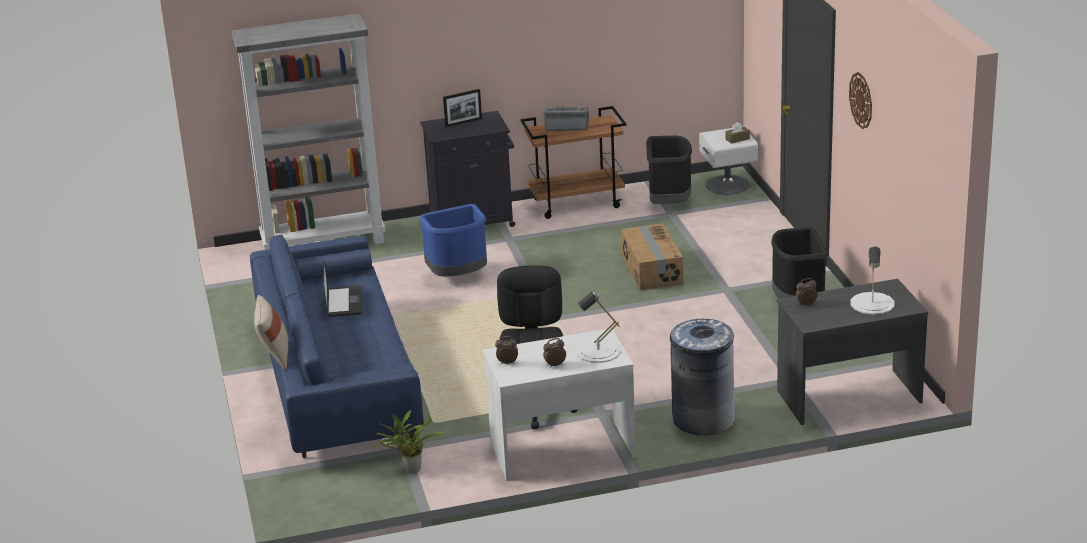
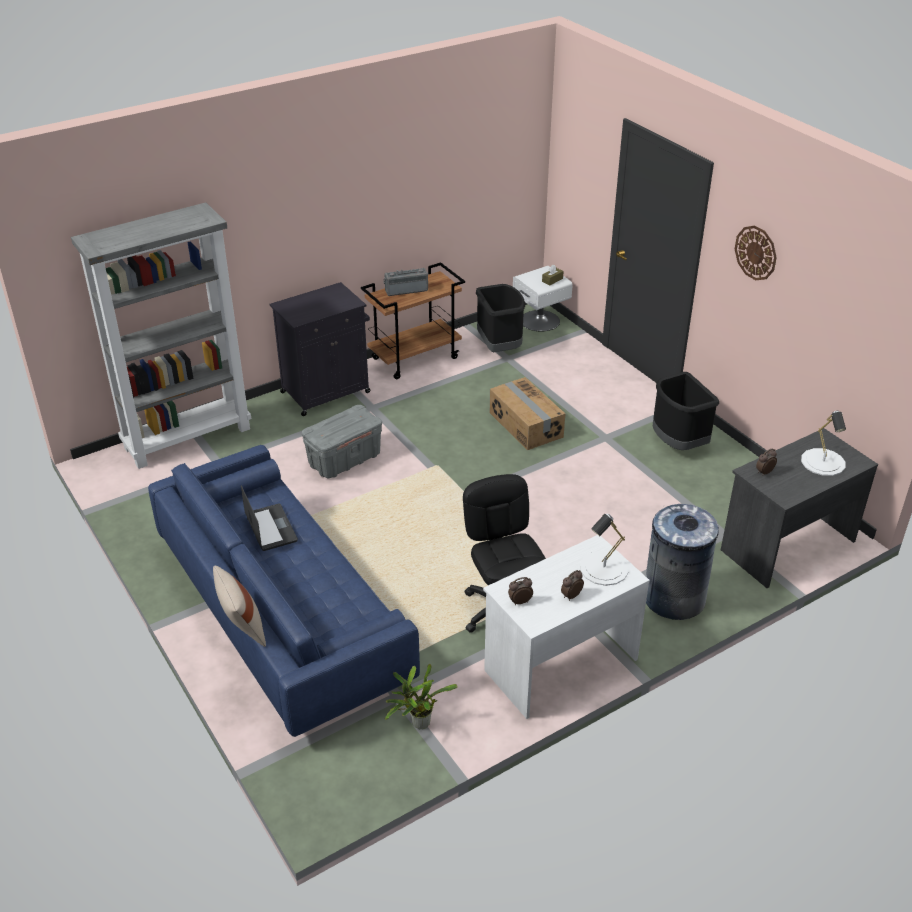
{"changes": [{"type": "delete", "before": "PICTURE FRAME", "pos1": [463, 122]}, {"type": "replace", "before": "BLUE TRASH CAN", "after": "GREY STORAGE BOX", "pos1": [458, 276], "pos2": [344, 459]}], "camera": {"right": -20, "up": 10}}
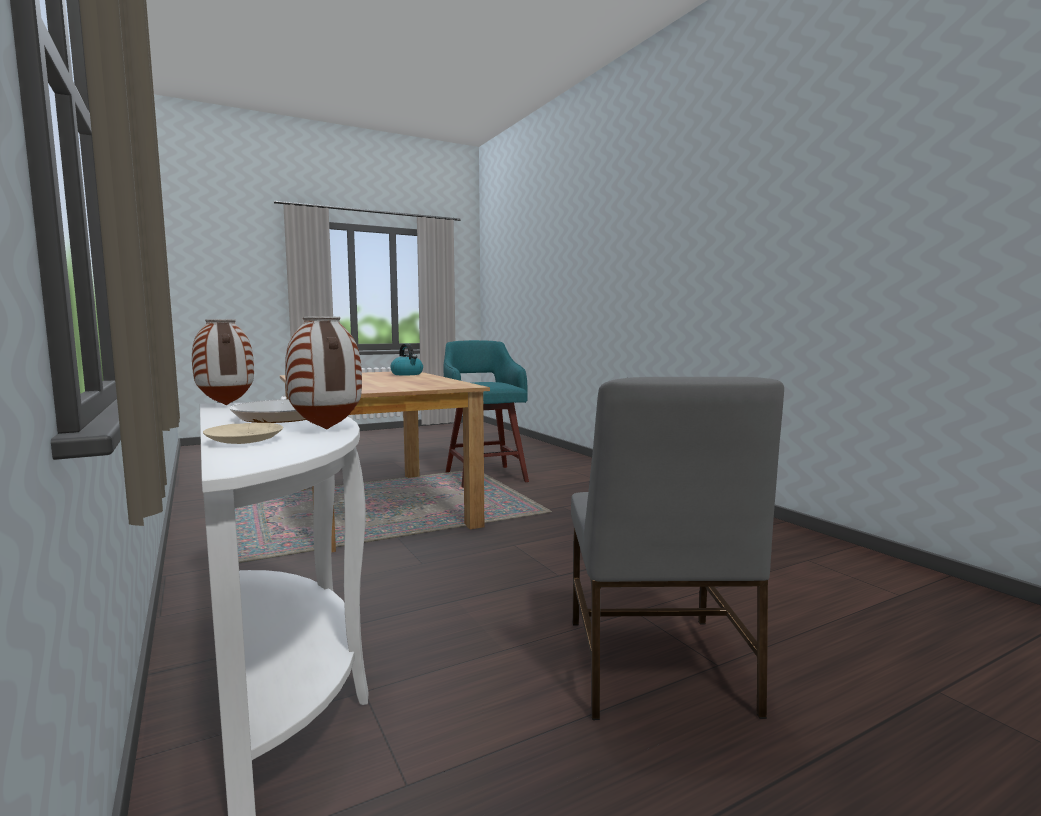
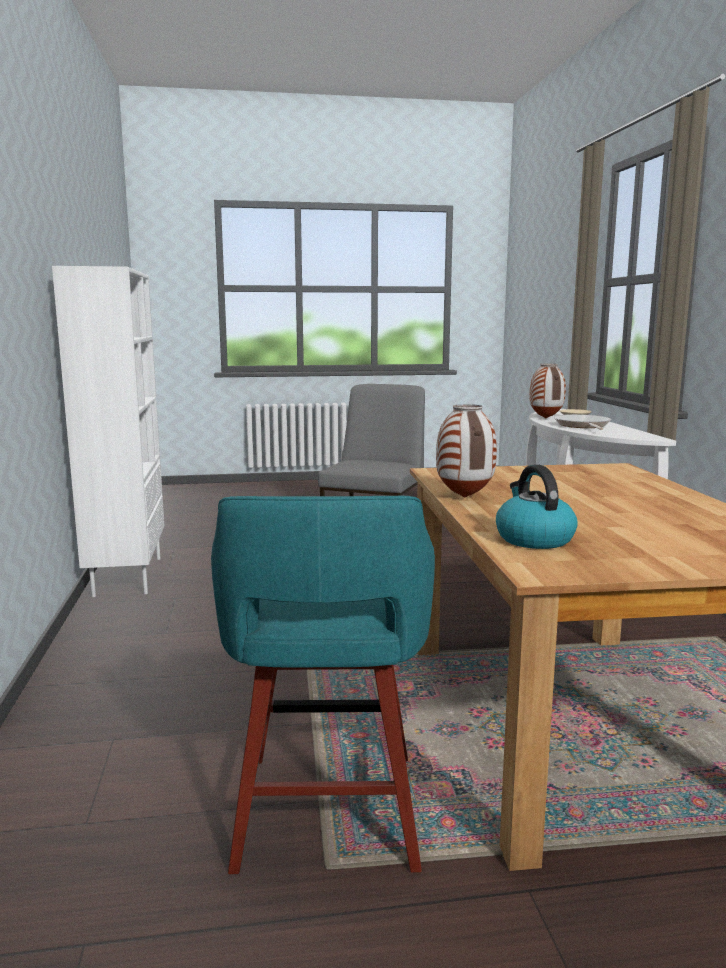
{"changes": [{"type": "move", "before": "VASE", "pos1": [225, 405], "pos2": [465, 497]}, {"type": "insert", "after": "WHITE BOOKCASE", "pos2": [126, 576]}], "camera": {"right": -160, "up": 5}}
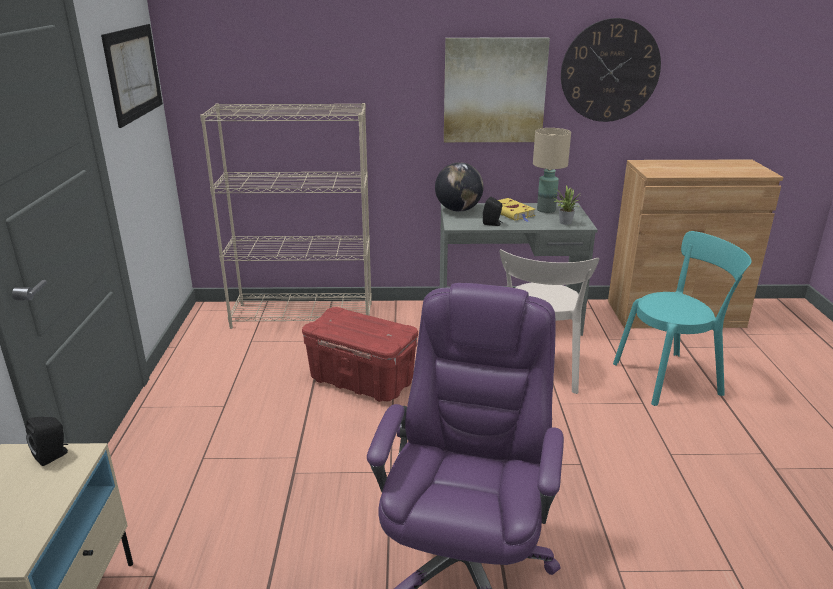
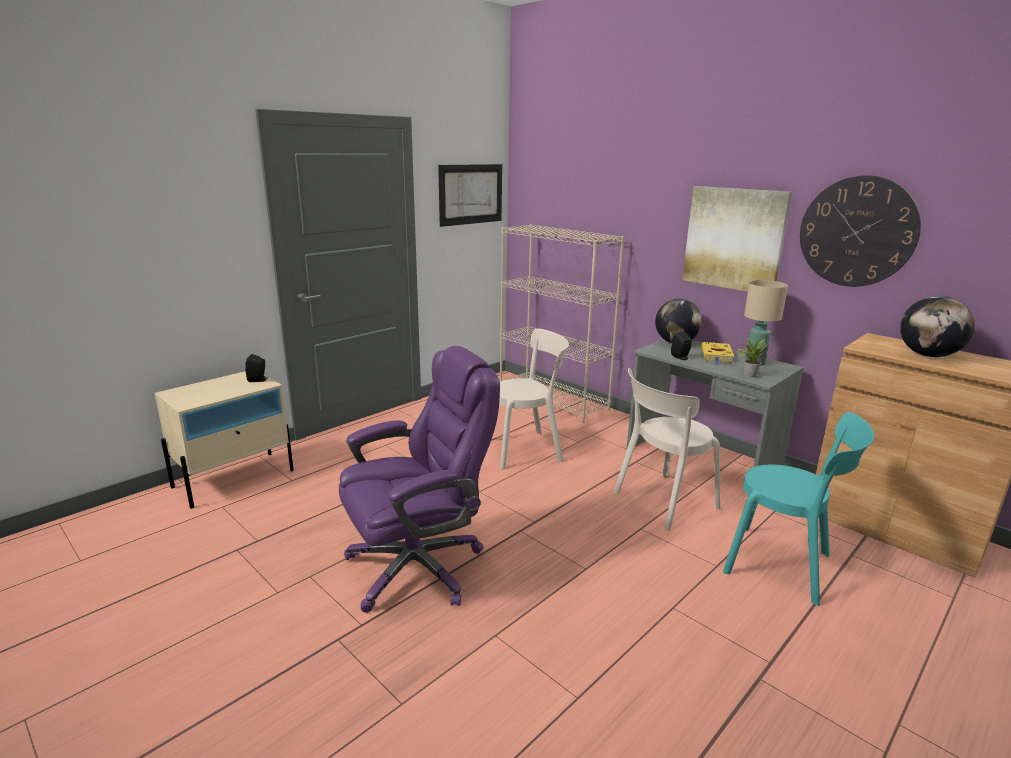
{"changes": [{"type": "replace", "before": "RED STORAGE BOX", "after": "BEIGE CHAIR", "pos1": [362, 381], "pos2": [526, 449]}, {"type": "insert", "after": "GLOBE", "pos2": [928, 355]}], "camera": {"right": 45, "up": -5}}
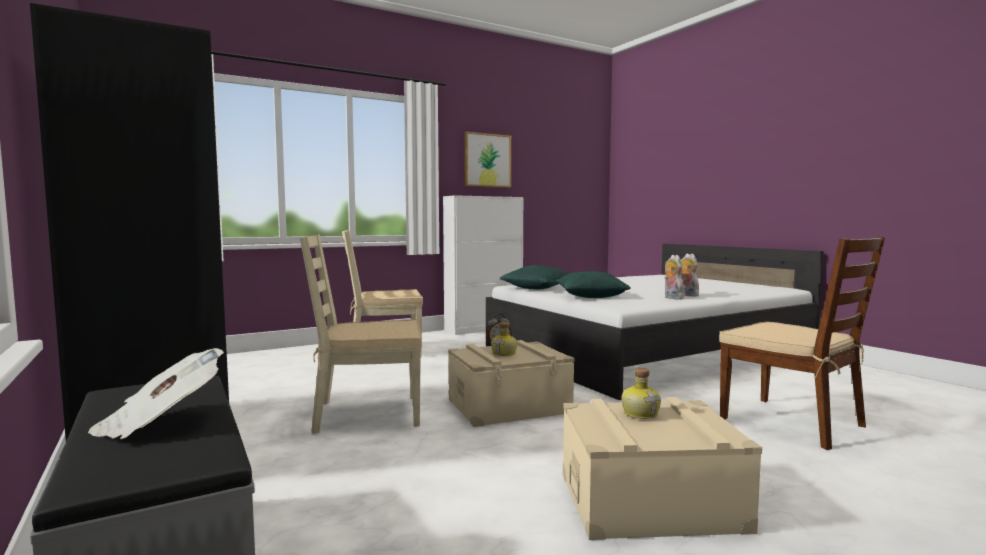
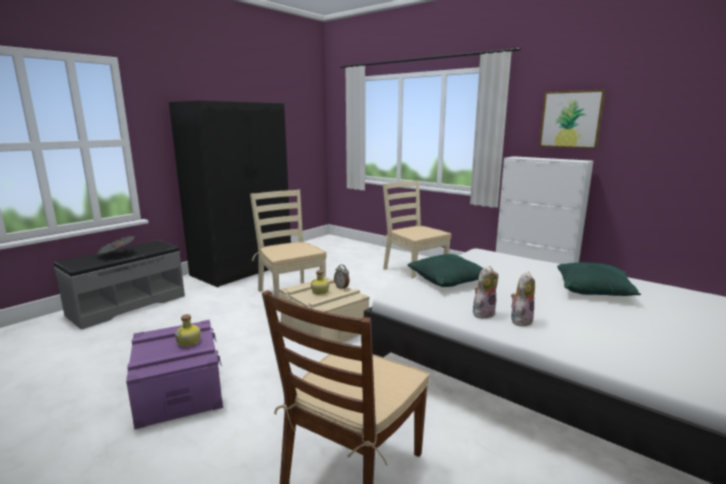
{"changes": [{"type": "move", "before": "GREEN PILLOW", "pos1": [538, 288], "pos2": [593, 290]}, {"type": "recolor", "before": "BEIGE STORAGE BOX", "after": "PURPLE STORAGE BOX", "pos1": [649, 502], "pos2": [179, 390]}], "camera": {"right": 70, "up": 10}}
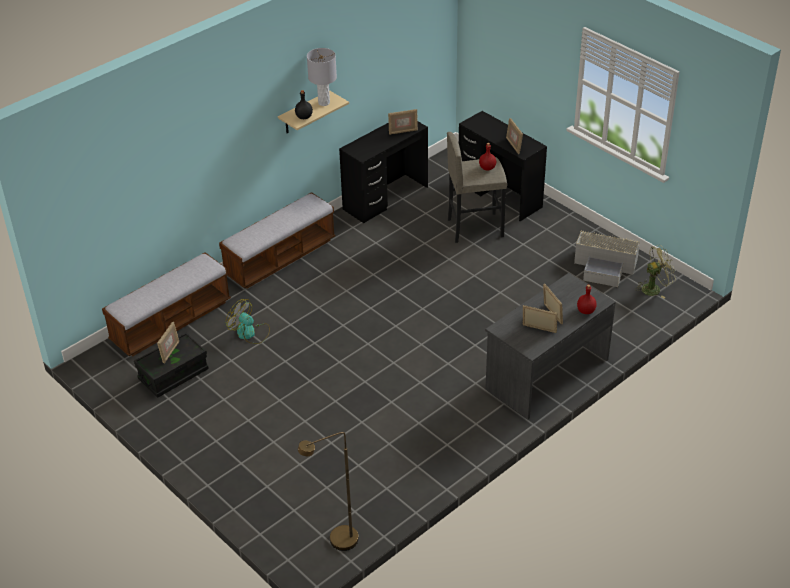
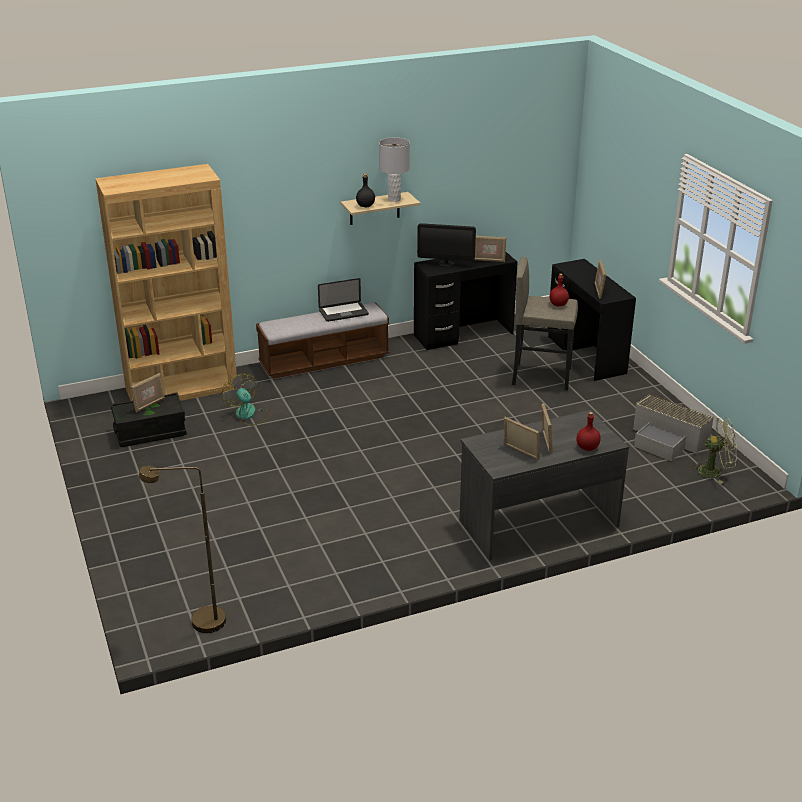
{"changes": [{"type": "replace", "before": "BENCH", "after": "BROWN BOOKCASE", "pos1": [171, 321], "pos2": [182, 389]}, {"type": "insert", "after": "MONITOR", "pos2": [446, 264]}, {"type": "insert", "after": "LAPTOP", "pos2": [343, 312]}], "camera": {"right": 20, "up": -10}}
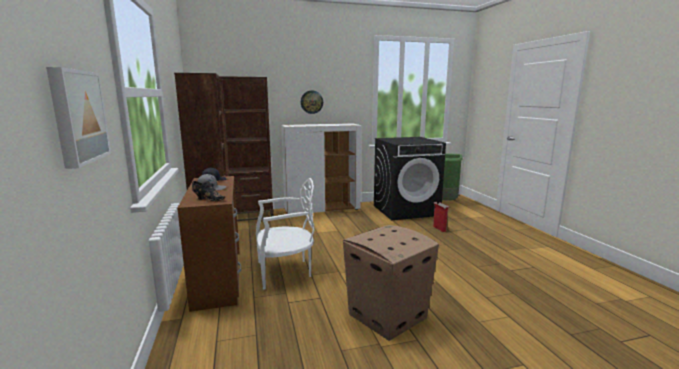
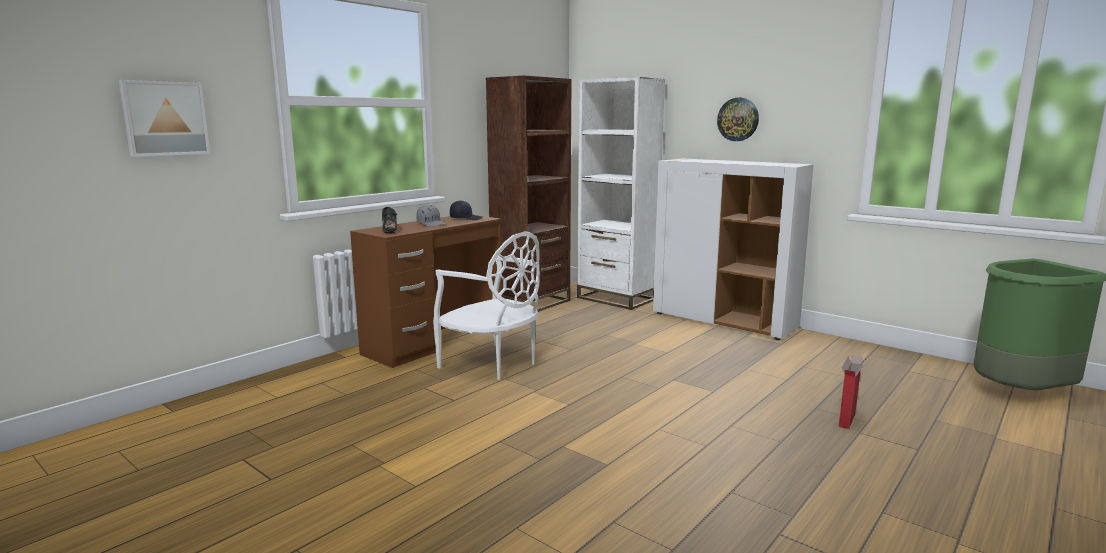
{"changes": [{"type": "recolor", "before": "BROWN BOOKCASE", "after": "WHITE BOOKCASE", "pos1": [251, 215], "pos2": [616, 298]}, {"type": "delete", "before": "BLACK WASHING MACHINE", "pos1": [406, 210]}, {"type": "delete", "before": "CARDBOARD BOX", "pos1": [386, 316]}], "camera": {"right": 55, "up": 0}}
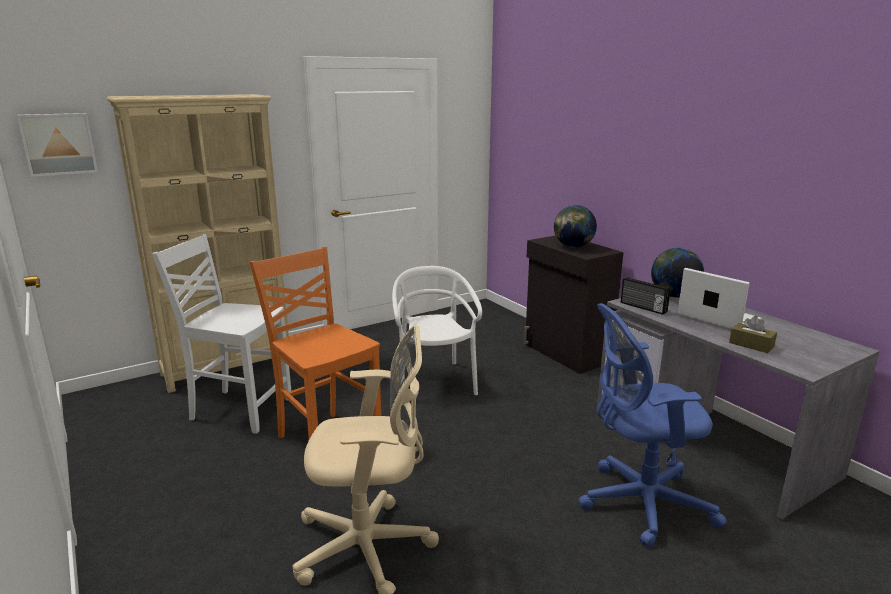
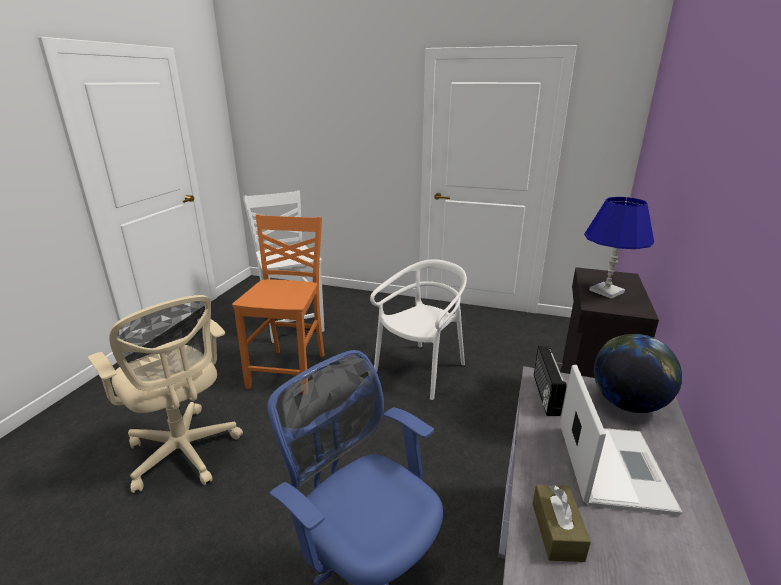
{"changes": [{"type": "delete", "before": "BEIGE BOOKCASE", "pos1": [228, 368]}, {"type": "delete", "before": "PICTURE", "pos1": [58, 144]}, {"type": "replace", "before": "GLOBE", "after": "BLUE TABLE LAMP", "pos1": [573, 247], "pos2": [606, 291]}], "camera": {"right": 50, "up": 5}}
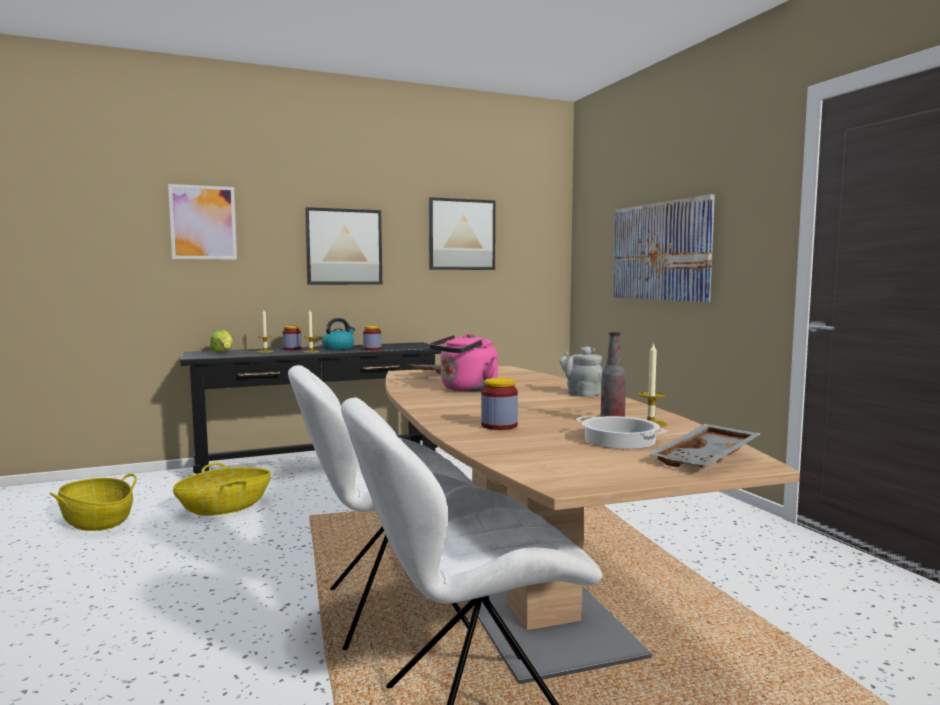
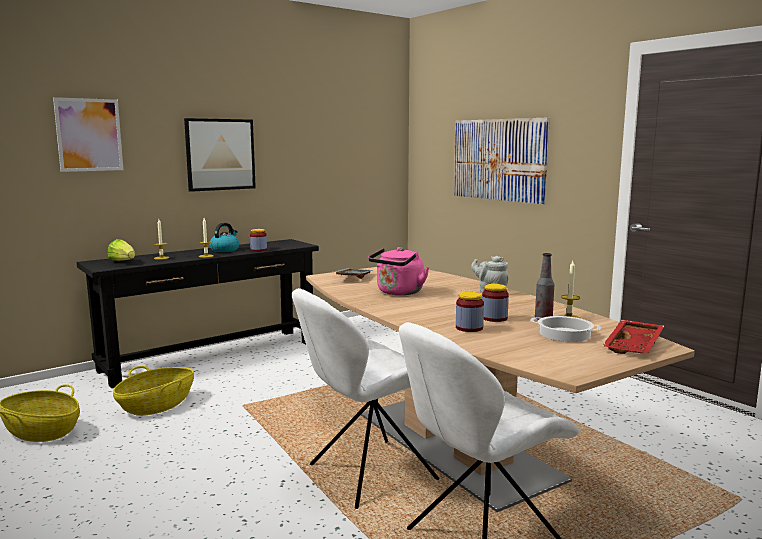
{"changes": [{"type": "delete", "before": "PICTURE", "pos1": [462, 234]}, {"type": "move", "before": "JAR", "pos1": [292, 349], "pos2": [494, 318]}, {"type": "recolor", "before": "GREY TRAY", "after": "RED TRAY", "pos1": [707, 460], "pos2": [634, 346]}], "camera": {"right": -15, "up": 5}}
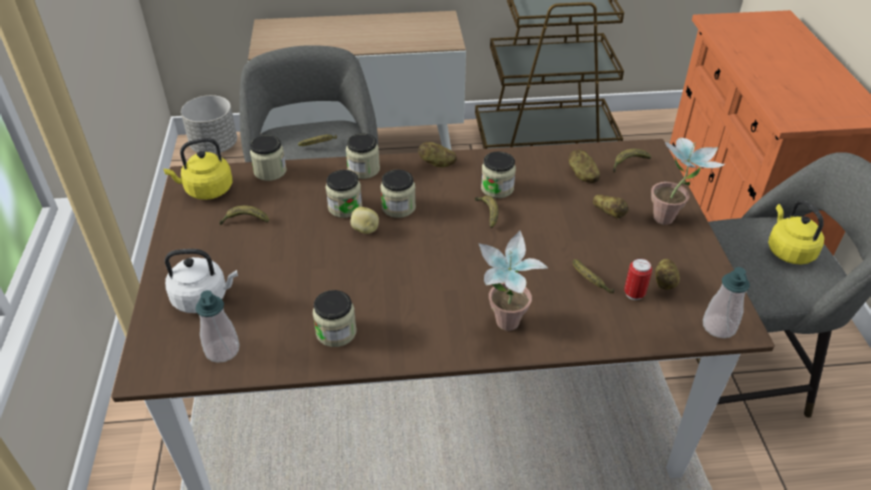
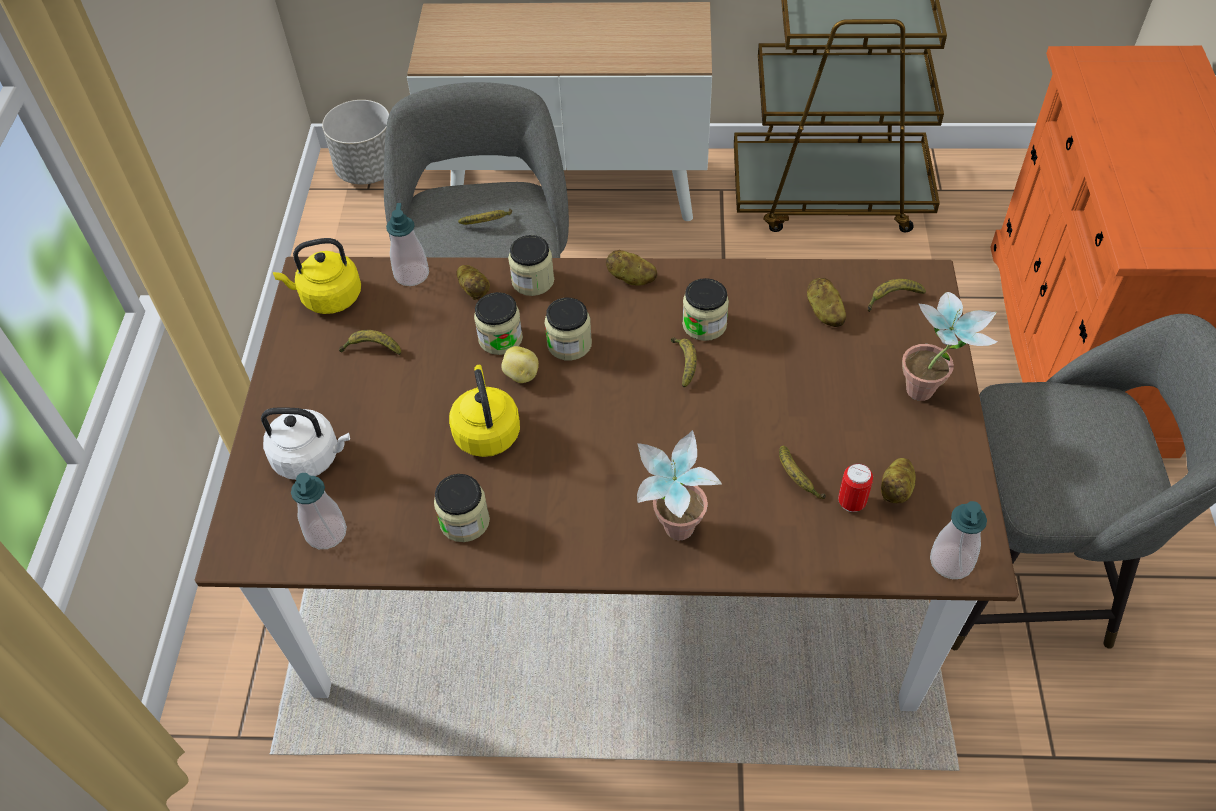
{"changes": [{"type": "replace", "before": "JAR", "after": "SOAP DISPENSER", "pos1": [270, 171], "pos2": [411, 274]}, {"type": "move", "before": "POTATO", "pos1": [609, 213], "pos2": [474, 290]}, {"type": "move", "before": "YELLOW KETTLE", "pos1": [788, 251], "pos2": [486, 431]}], "camera": {"right": 10, "up": 10}}
